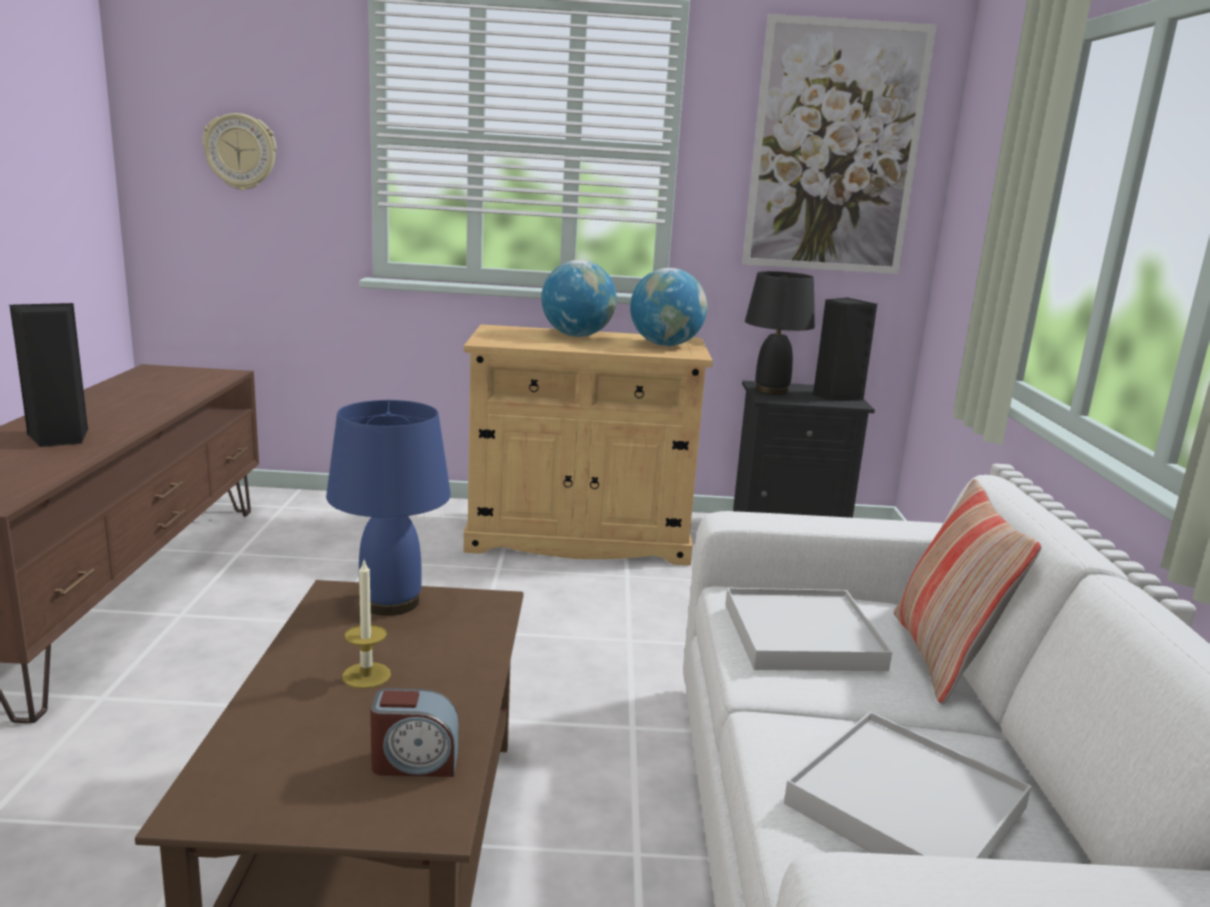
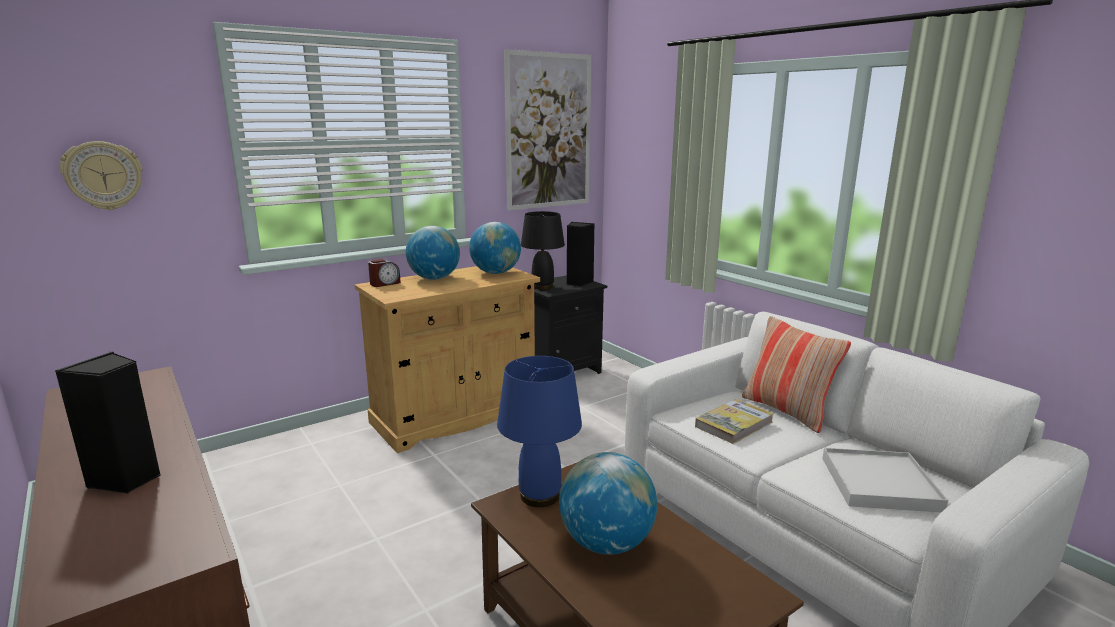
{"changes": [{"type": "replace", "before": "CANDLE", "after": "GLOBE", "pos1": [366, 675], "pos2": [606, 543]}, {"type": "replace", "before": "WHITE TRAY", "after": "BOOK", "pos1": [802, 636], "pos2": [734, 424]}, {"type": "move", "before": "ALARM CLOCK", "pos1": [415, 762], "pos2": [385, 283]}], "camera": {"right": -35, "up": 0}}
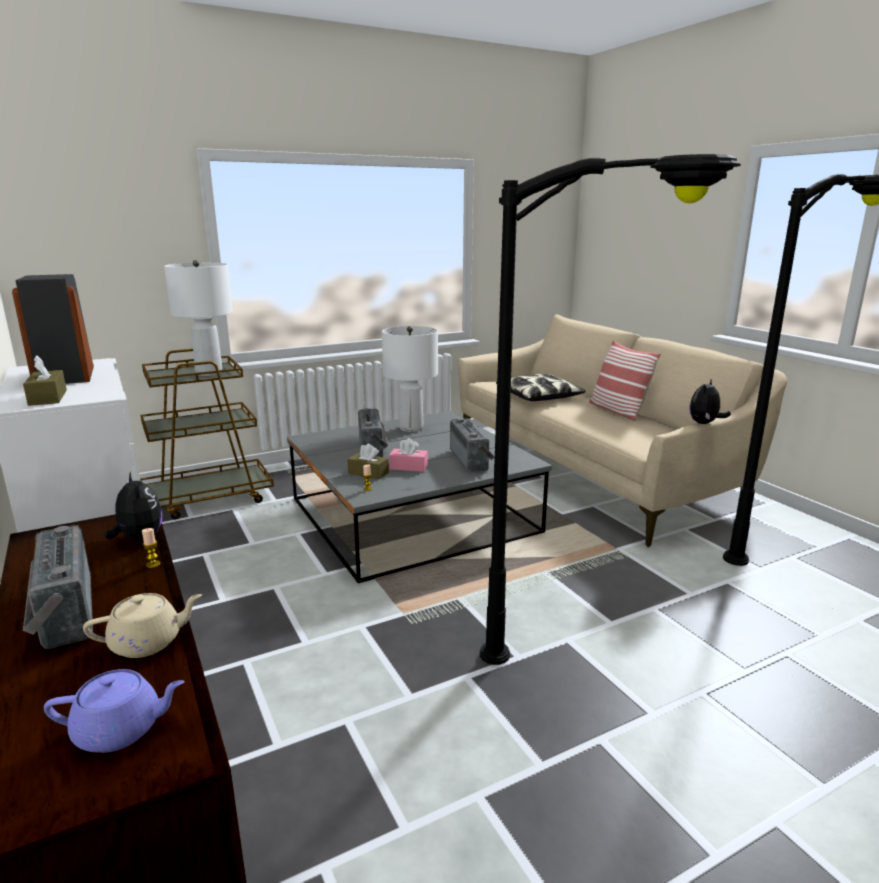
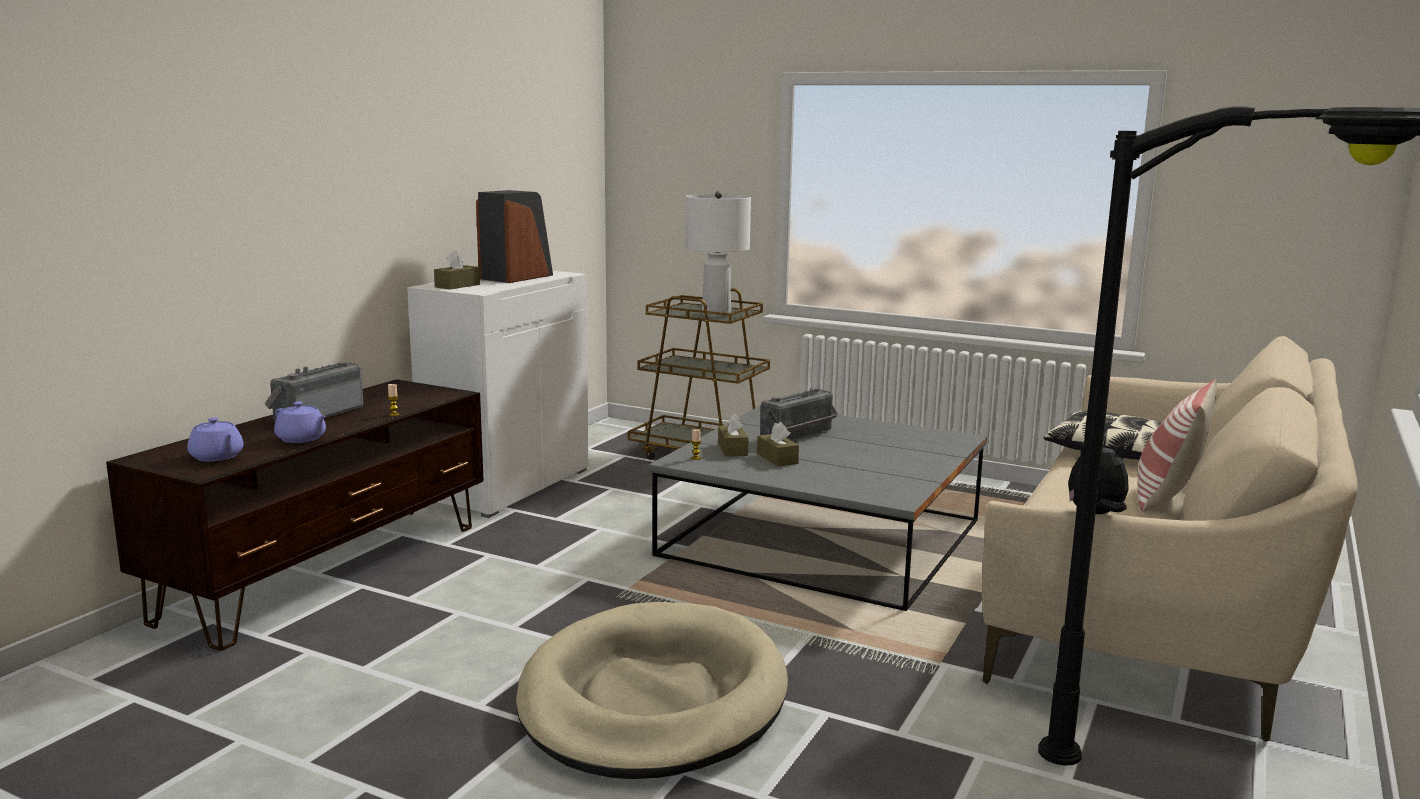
{"changes": [{"type": "replace", "before": "BLACK FLOOR LAMP", "after": "BEIGE DOG BED", "pos1": [592, 668], "pos2": [653, 699]}, {"type": "delete", "before": "WHITE TABLE LAMP", "pos1": [411, 428]}, {"type": "delete", "before": "RADIO", "pos1": [472, 459]}, {"type": "recolor", "before": "PINK TISSUE BOX", "after": "BROWN TISSUE BOX", "pos1": [408, 467], "pos2": [777, 458]}, {"type": "delete", "before": "PLUSH TOY", "pos1": [139, 538]}, {"type": "recolor", "before": "BEIGE TEAPOT", "after": "PURPLE TEAPOT", "pos1": [148, 642], "pos2": [302, 439]}], "camera": {"right": 55, "up": -5}}
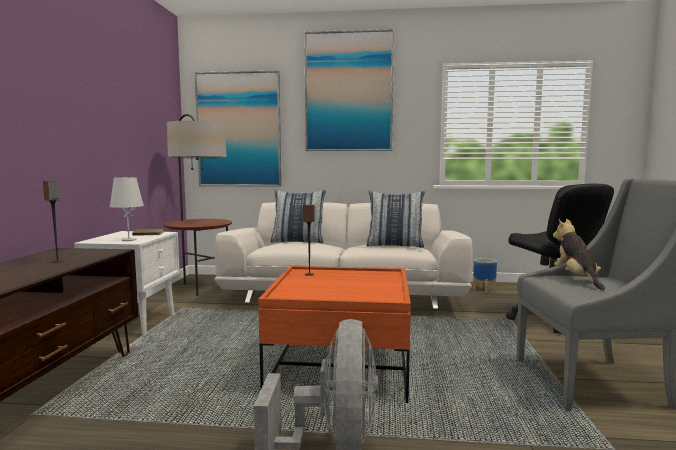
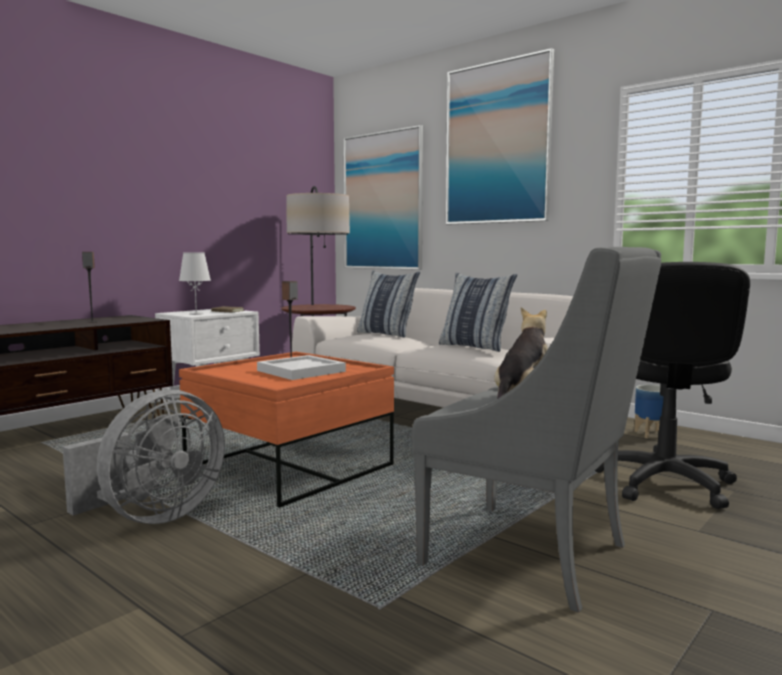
{"changes": [{"type": "insert", "after": "WHITE TRAY", "pos2": [302, 371]}], "camera": {"right": 35, "up": 0}}
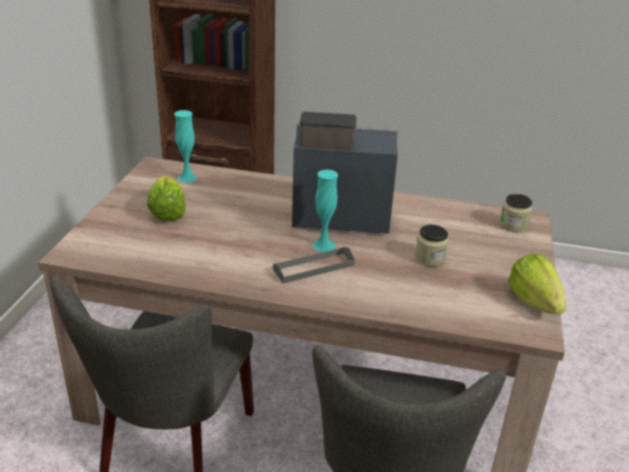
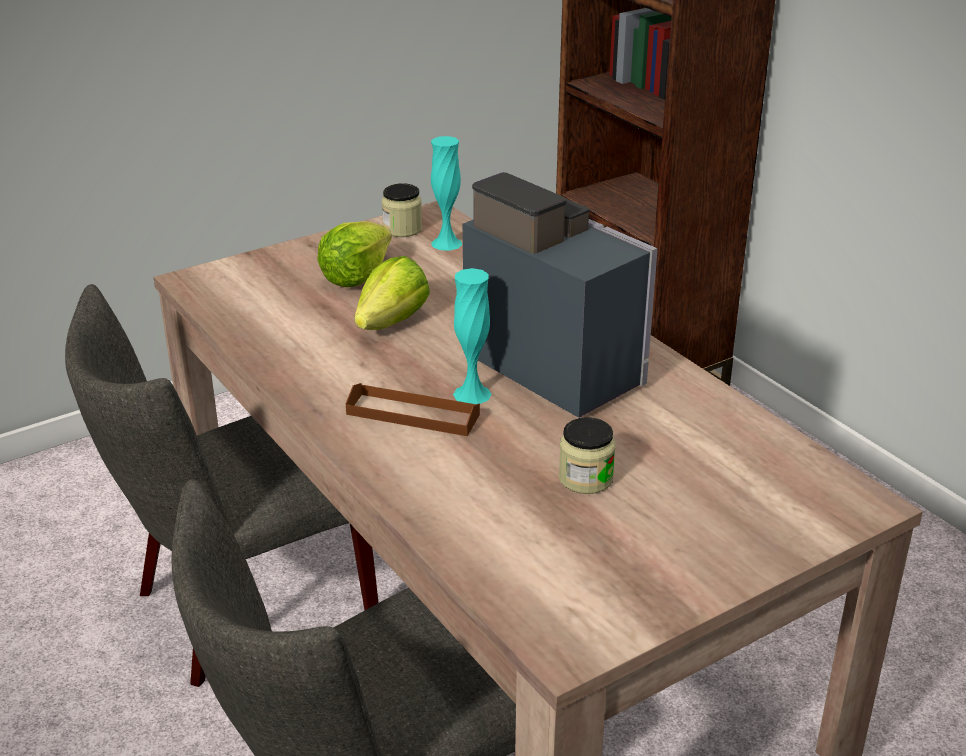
{"changes": [{"type": "move", "before": "JAR", "pos1": [513, 225], "pos2": [402, 229]}, {"type": "recolor", "before": "GREY TRAY", "after": "BROWN TRAY", "pos1": [314, 267], "pos2": [413, 414]}, {"type": "move", "before": "LETTUCE", "pos1": [534, 302], "pos2": [392, 322]}], "camera": {"right": 45, "up": 0}}
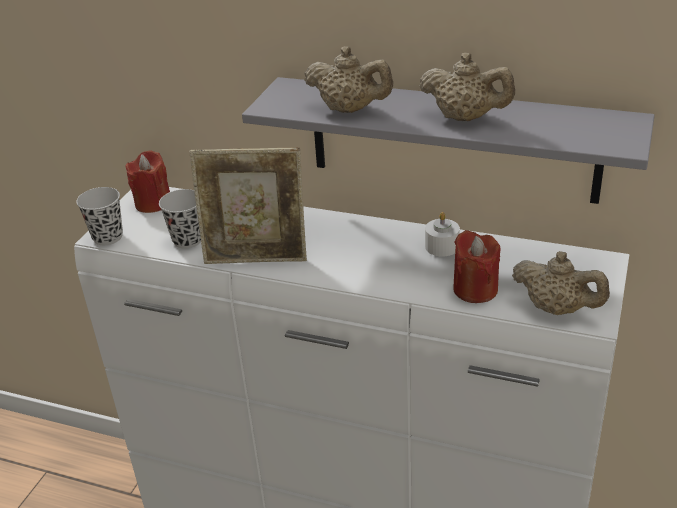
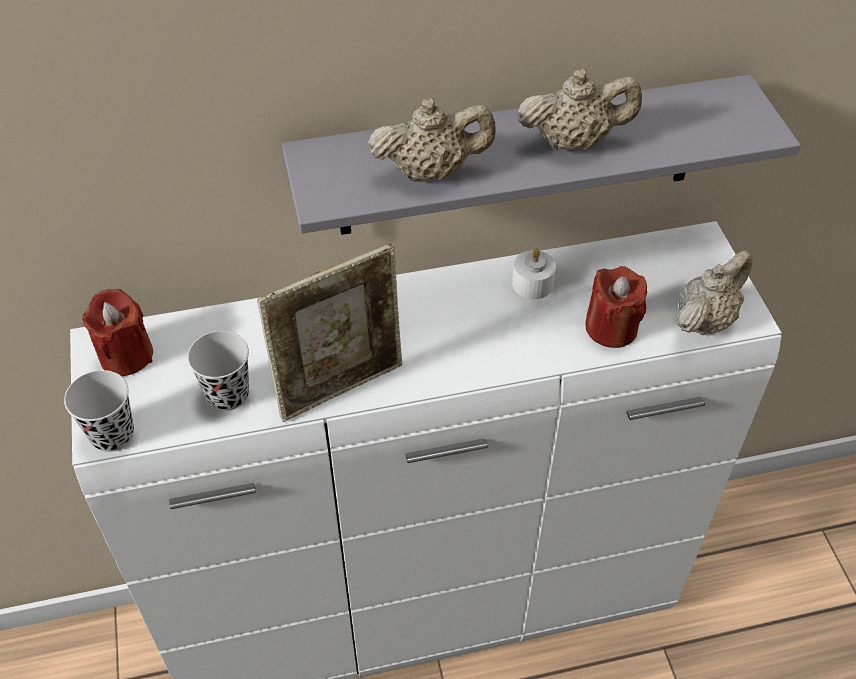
{"changes": [{"type": "rotate", "before": "BEIGE TEAPOT", "pos1": [557, 309], "pos2": [705, 320], "turn": -45}], "camera": {"right": -35, "up": 15}}
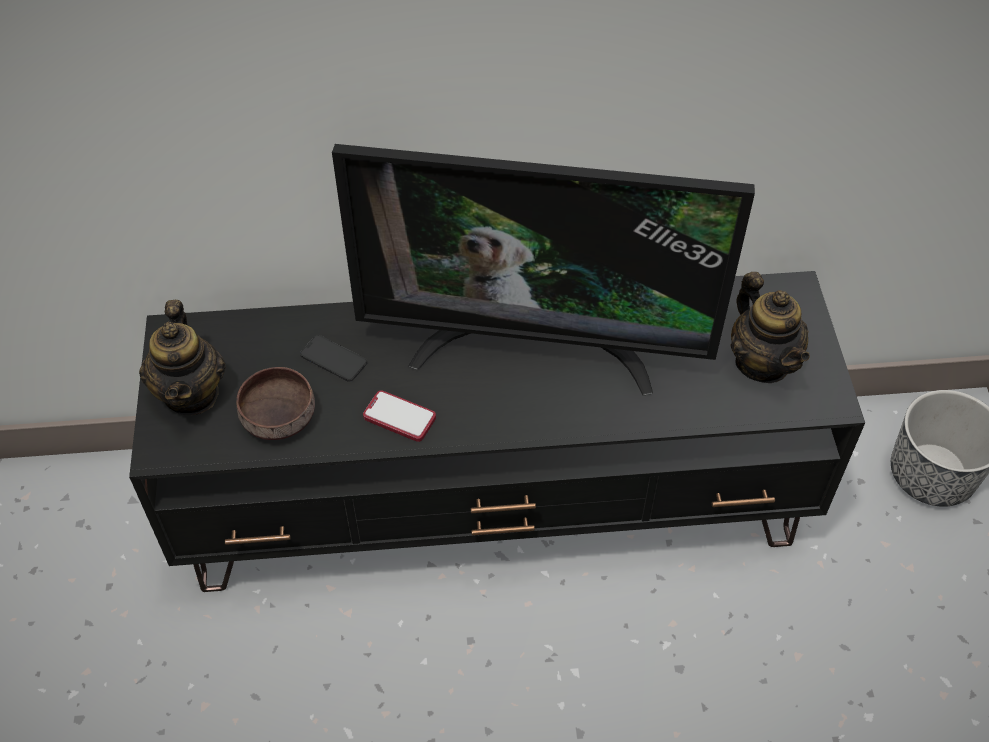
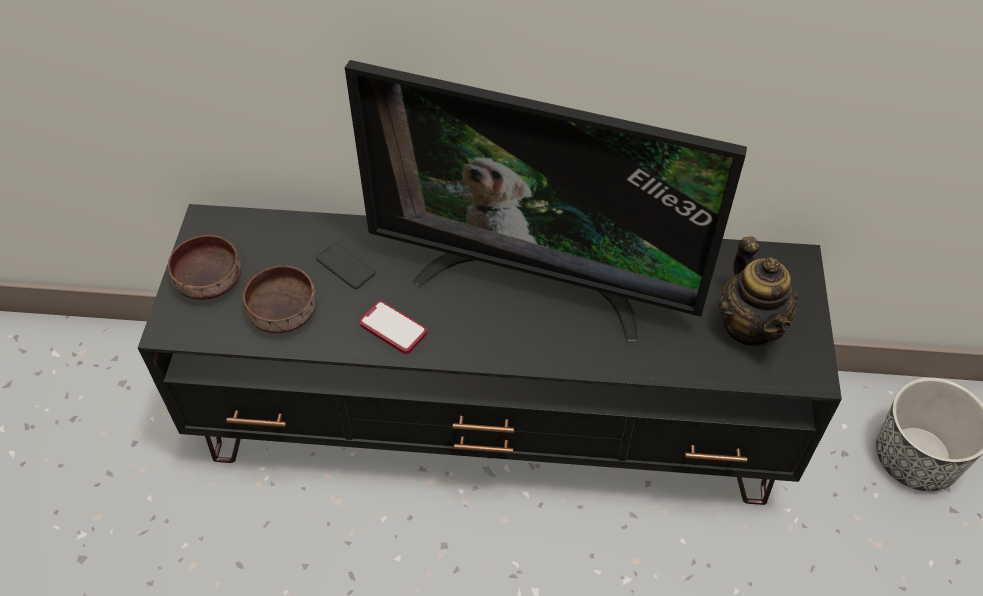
{"changes": [{"type": "replace", "before": "TEAPOT", "after": "BROWN BOWL", "pos1": [192, 393], "pos2": [211, 280]}], "camera": {"right": 10, "up": 0}}
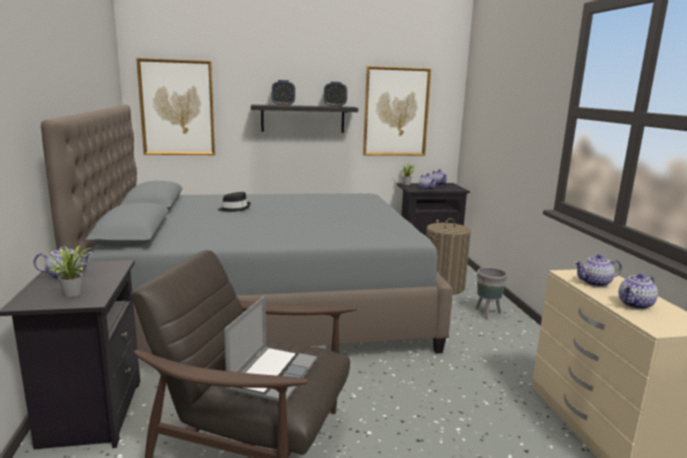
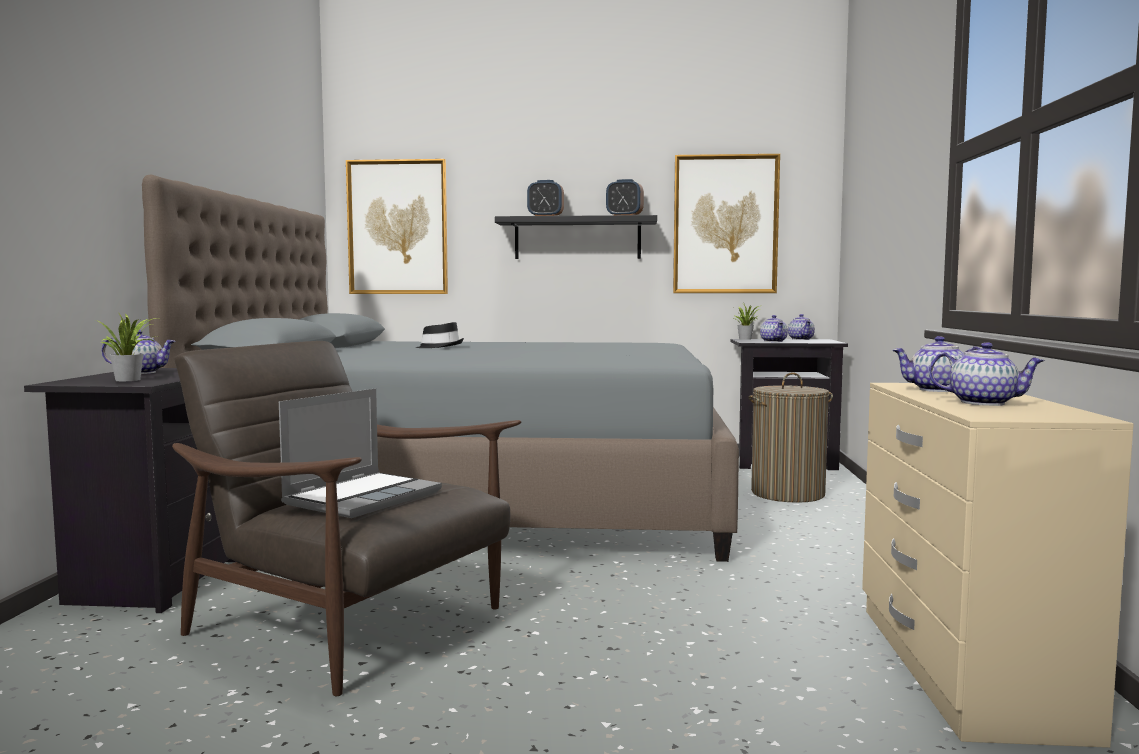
{"changes": [{"type": "delete", "before": "GREY PLANTER", "pos1": [487, 313]}, {"type": "rotate", "before": "TEAPOT", "pos1": [636, 305], "pos2": [983, 403], "turn": -135}], "camera": {"right": 15, "up": -10}}
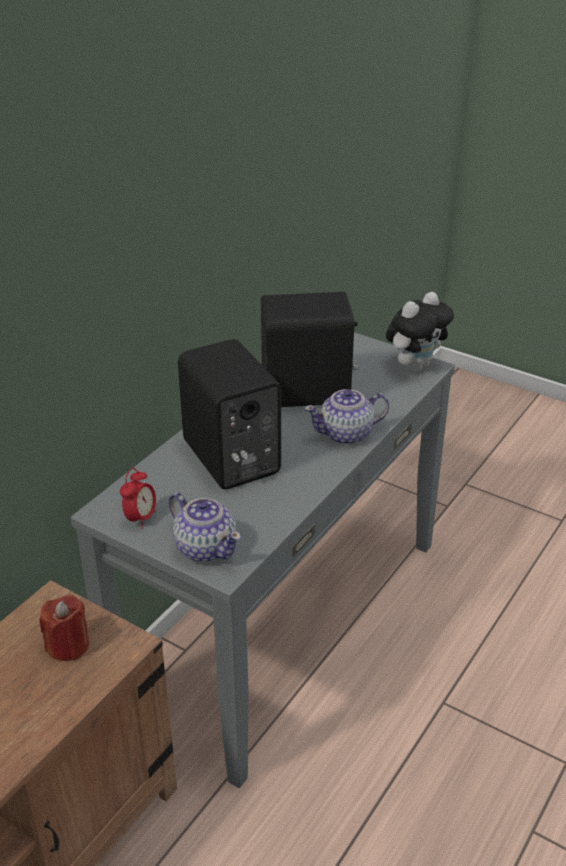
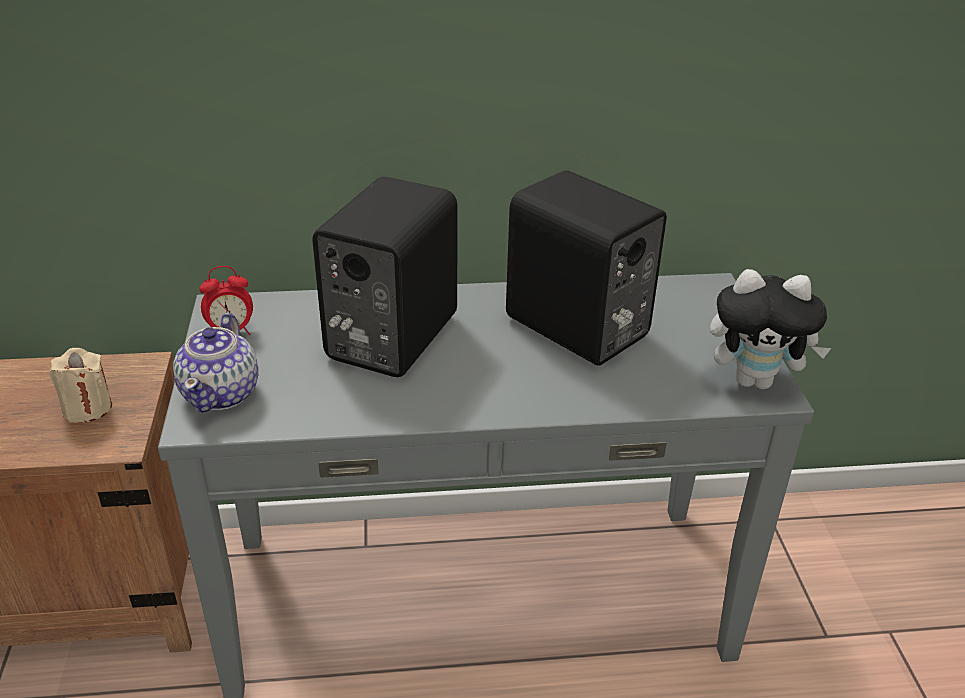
{"changes": [{"type": "delete", "before": "TEAPOT", "pos1": [347, 434]}, {"type": "recolor", "before": "RED CANDLE", "after": "BEIGE CANDLE", "pos1": [68, 645], "pos2": [87, 408]}], "camera": {"right": 50, "up": 0}}
